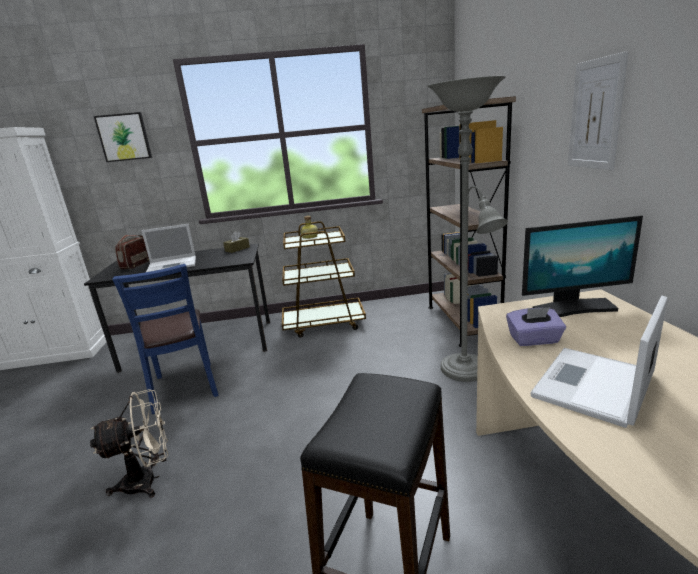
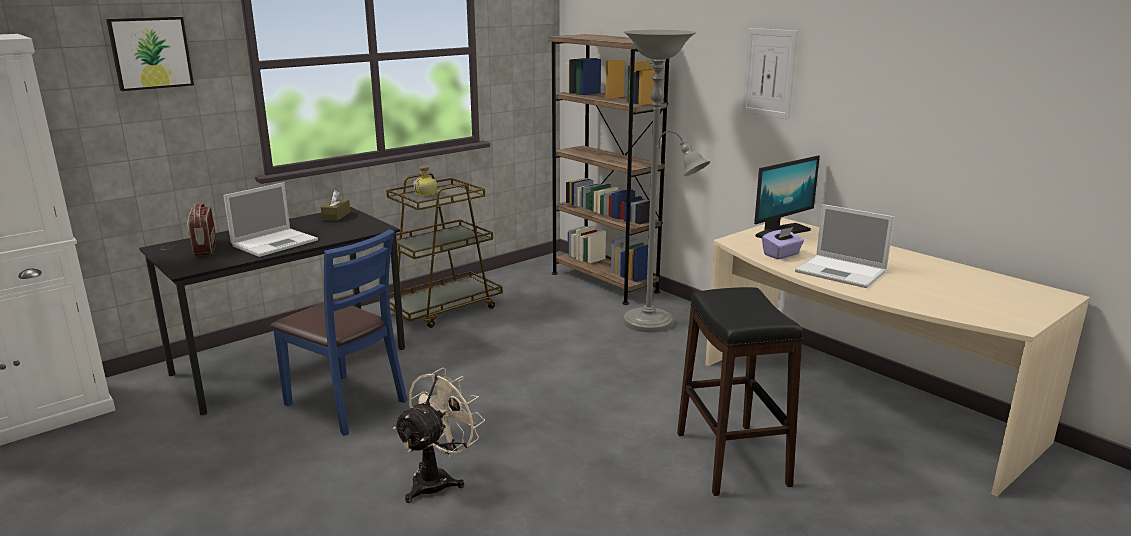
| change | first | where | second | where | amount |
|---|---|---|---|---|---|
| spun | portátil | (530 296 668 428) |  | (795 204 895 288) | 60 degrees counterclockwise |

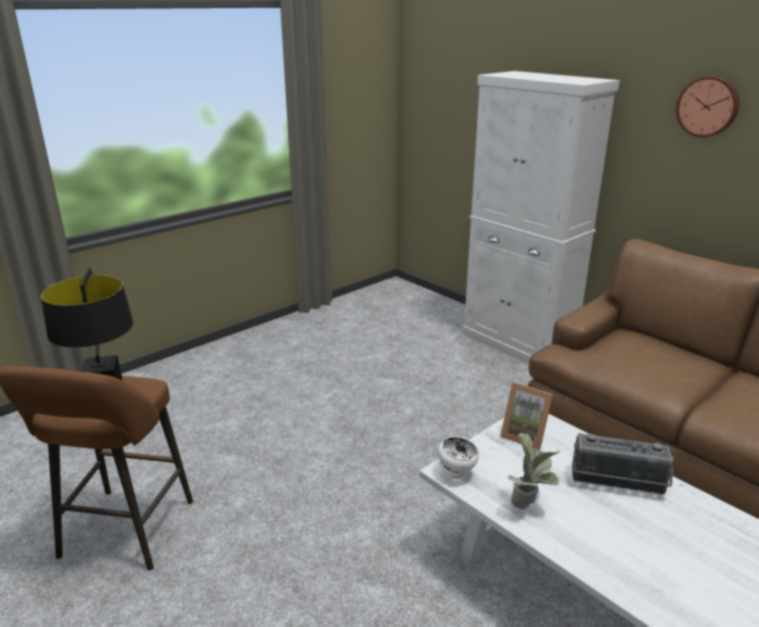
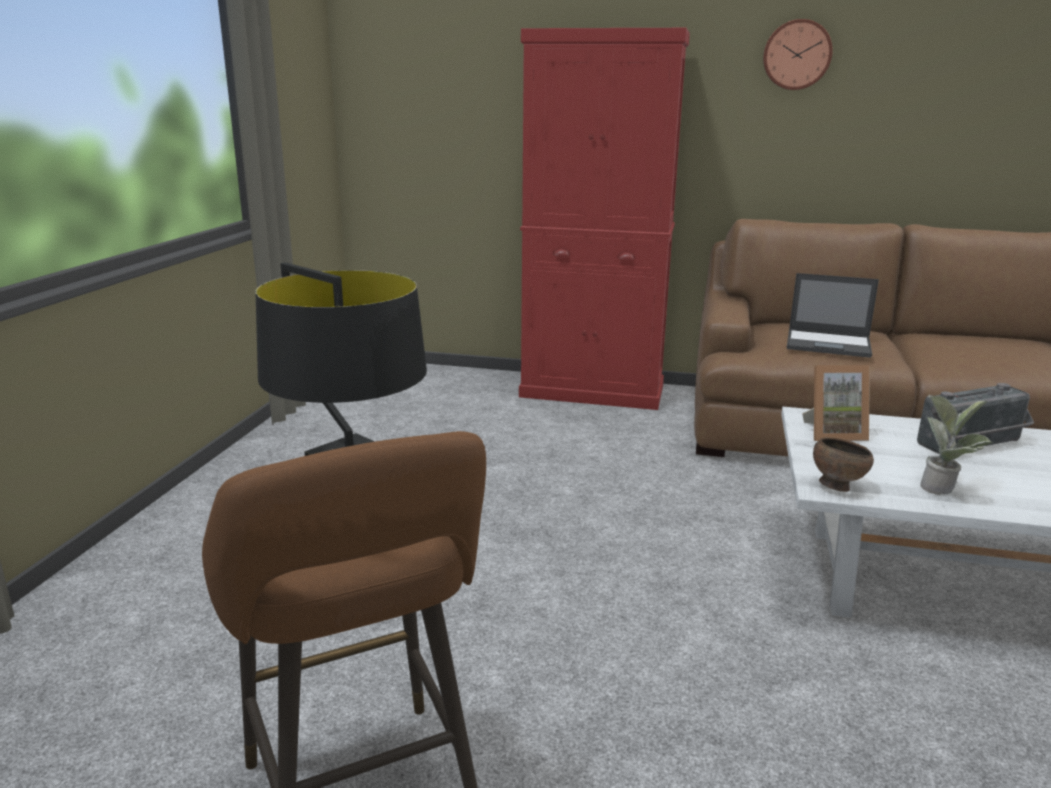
| change | first | where | second | where | amount |
|---|---|---|---|---|---|
| colour | armario/blanco | (462 71 620 364) | armario/rojo | (519 28 690 410) |  |
| colour | cuenco/blanco | (438 436 479 479) | cuenco/marrón | (813 437 874 492) |  |
| appeared |  |  | portátil | (787 273 879 358) |  |

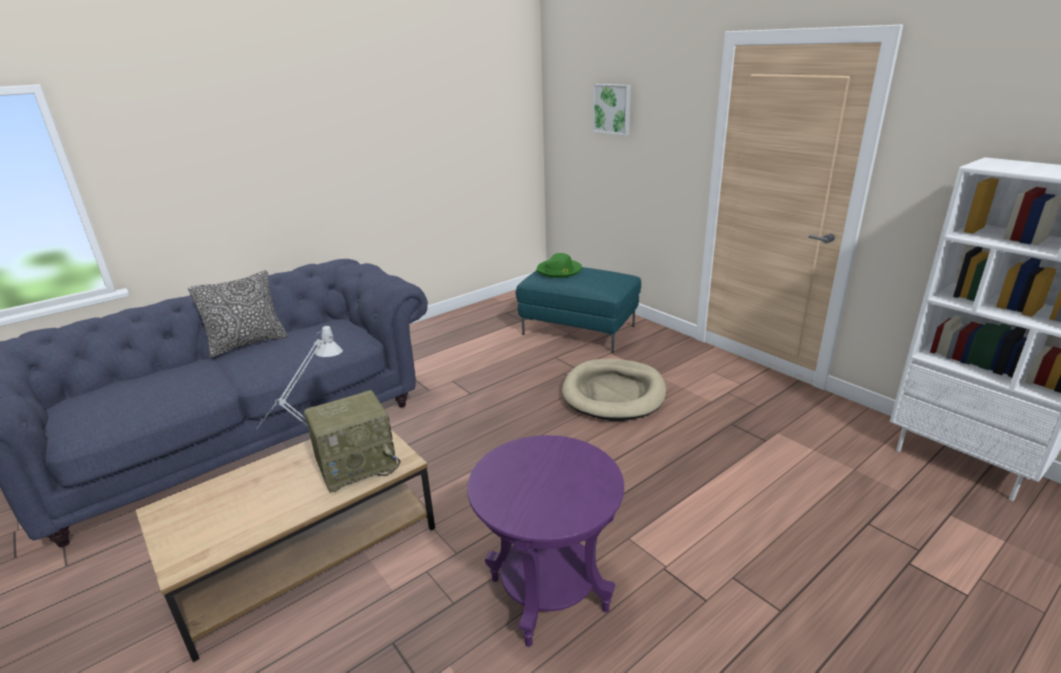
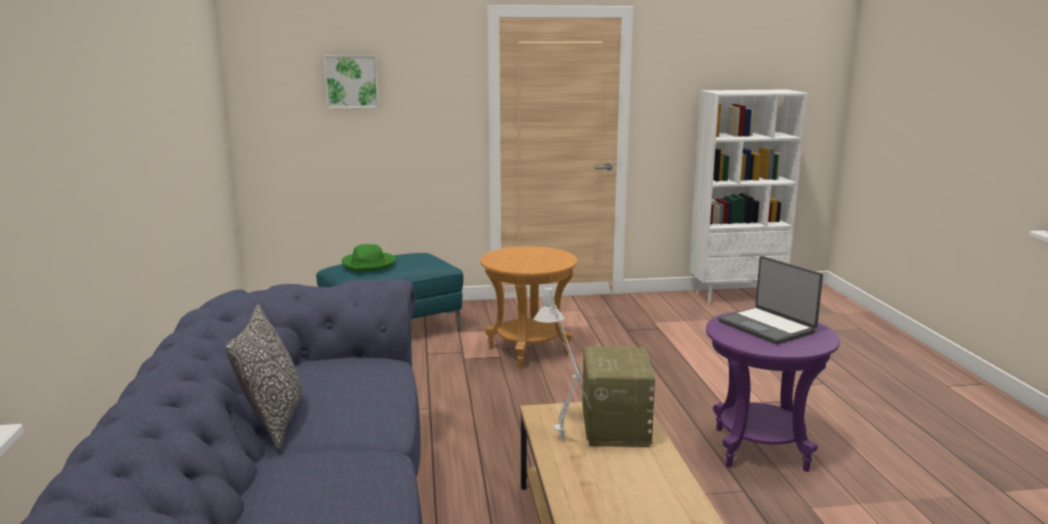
| change | first | where | second | where | amount |
|---|---|---|---|---|---|
| exchanged | cama para perro/beis | (562 359 667 421) | mesa auxiliar/marrón | (480 246 577 368) |  |
| appeared |  |  | portátil | (718 256 823 345) |  |

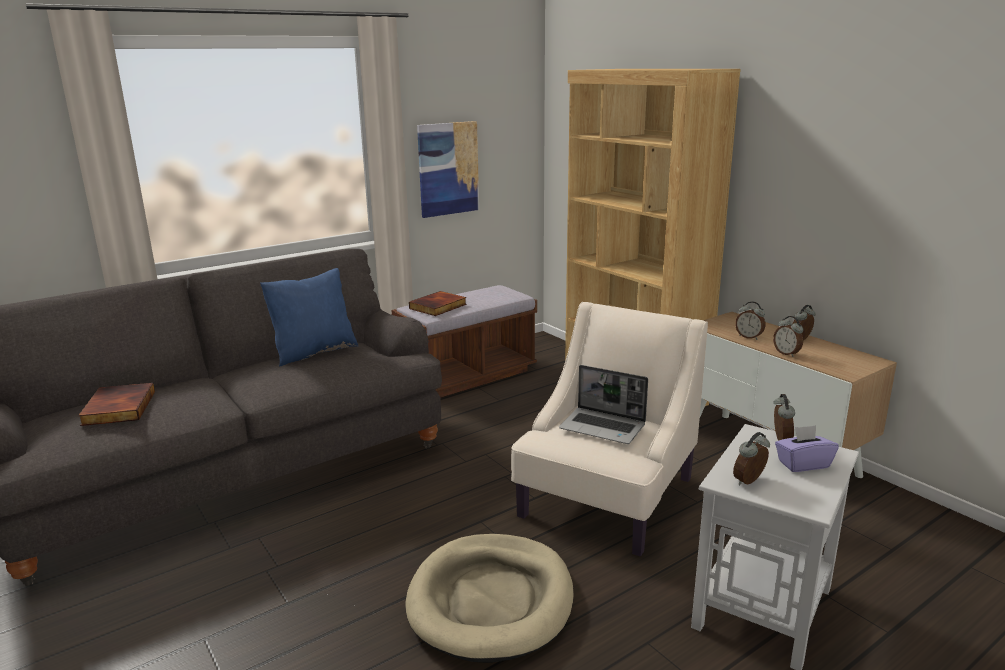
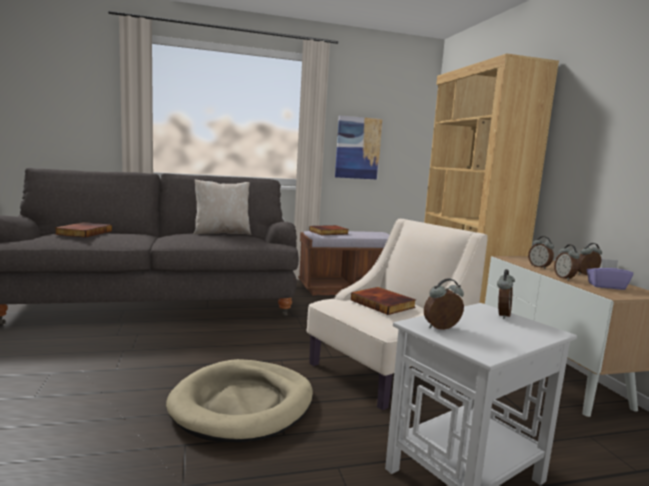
| change | first | where | second | where | amount |
|---|---|---|---|---|---|
| colour | cojín/azul | (260 268 358 366) | cojín/beis | (194 180 251 235) |  |
| exchanged | portátil | (559 365 648 444) | libro | (351 287 416 315) |  |
| relocated | caja de pañuelos/morado | (775 425 839 472) |  | (587 259 633 290) |  |

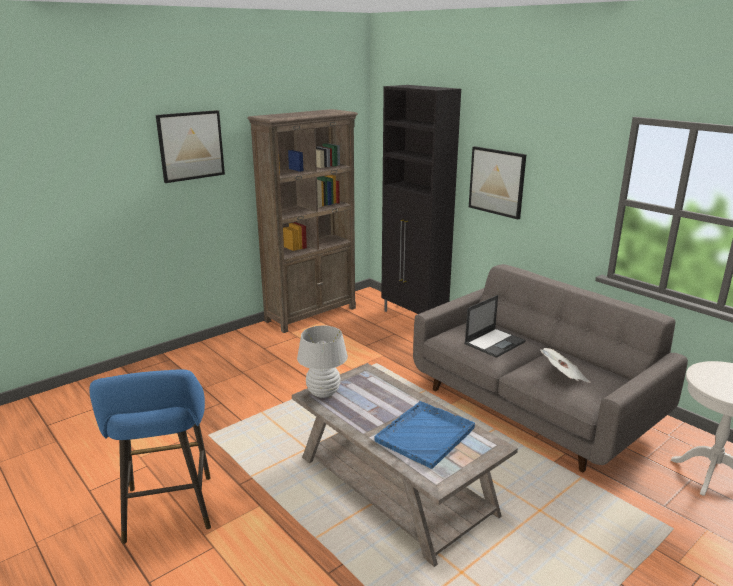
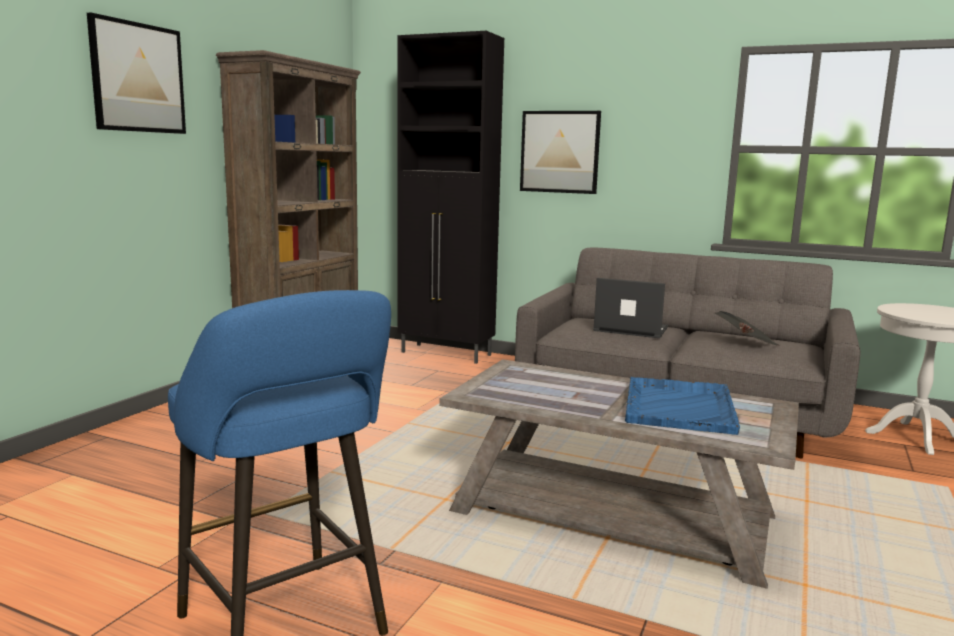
| change | first | where | second | where | amount |
|---|---|---|---|---|---|
| spun | portátil | (464 295 526 358) |  | (593 278 668 338) | 90 degrees counterclockwise |
| missing | lámpara de mesa/blanco | (297 325 348 398) |  |  |  |

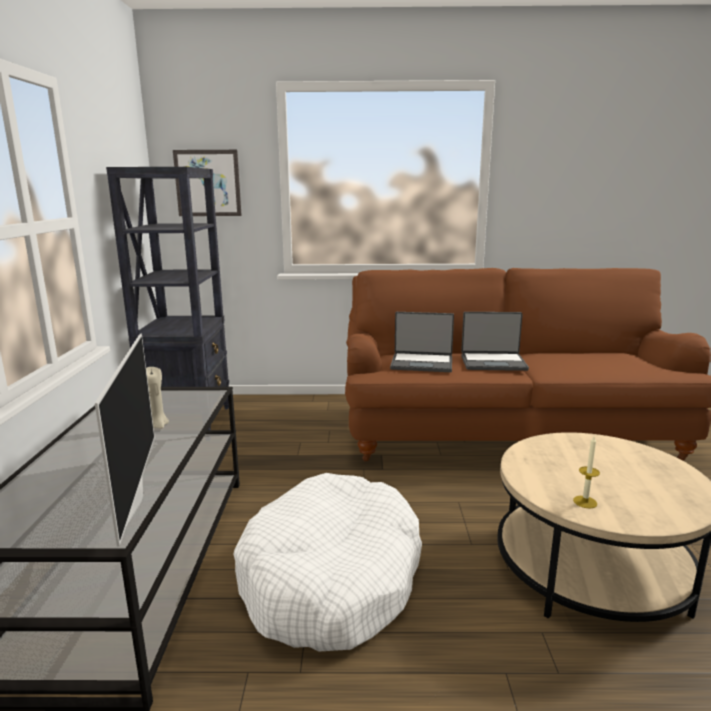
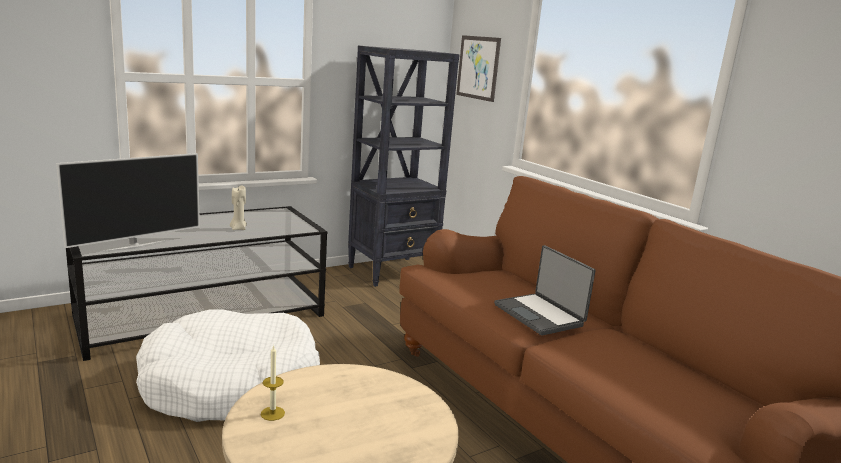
| change | first | where | second | where | amount |
|---|---|---|---|---|---|
| missing | portátil | (390 312 454 372) |  |  |  |

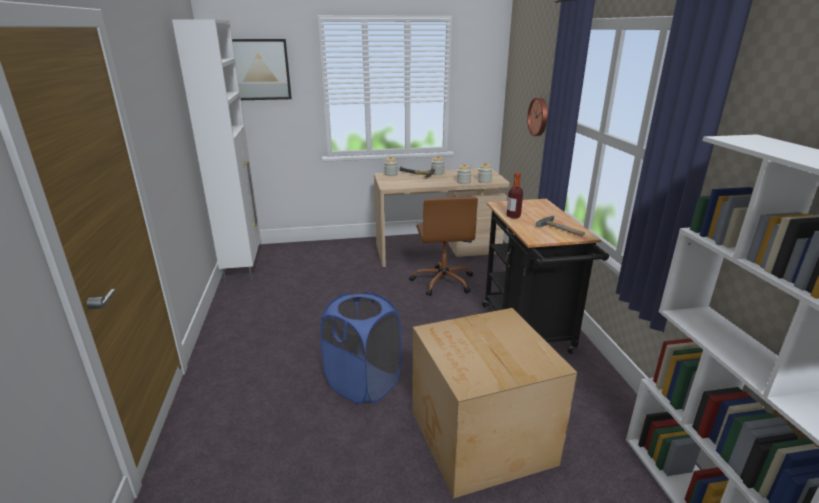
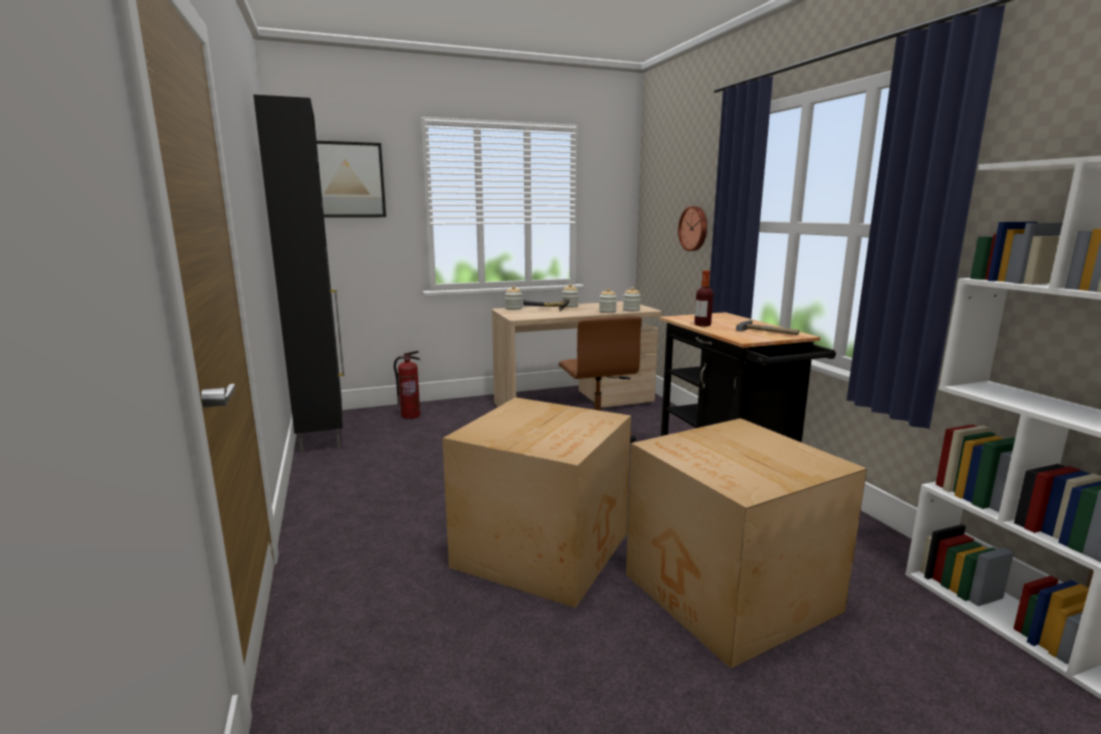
| change | first | where | second | where | amount |
|---|---|---|---|---|---|
| colour | armario/blanco | (172 20 261 282) | armario/negro | (253 94 344 454) |  |
| exchanged | cesto de la ropa/azul | (320 292 402 404) | caja de cartón | (442 397 631 608) |  |
| appeared |  |  | extintor | (394 351 420 419) |  |

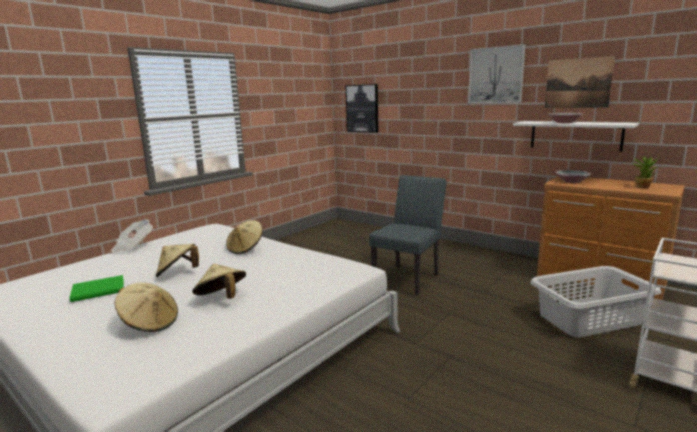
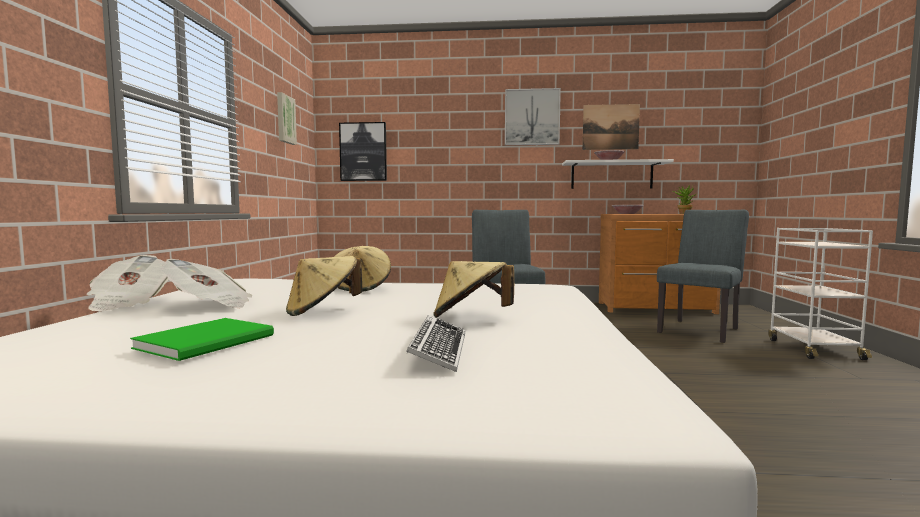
| change | first | where | second | where | amount |
|---|---|---|---|---|---|
| exchanged | cesto de la ropa/gris | (530 266 661 337) | silla/gris | (657 210 749 343) |  |
| exchanged | sombrero/beis | (115 282 178 332) | teclado | (406 315 465 372) |  |
| appeared |  |  | cuadro | (277 92 297 145) |  |
| appeared |  |  | periódico | (161 259 253 308) |  |

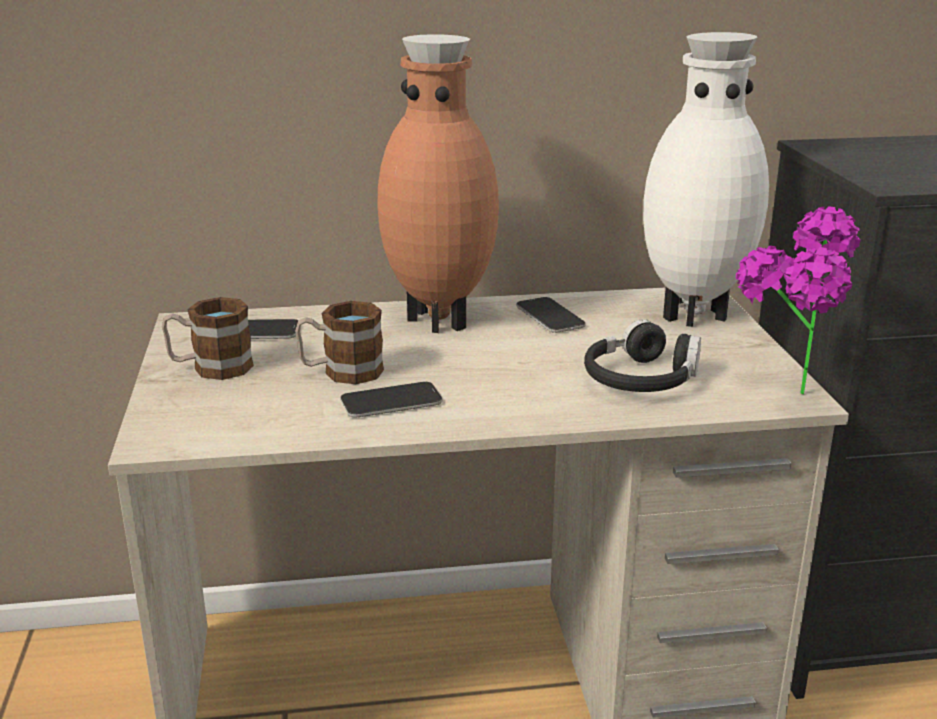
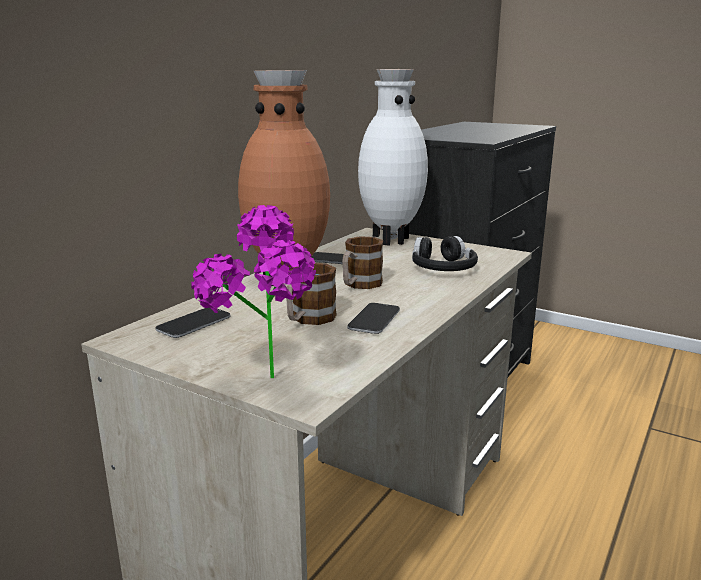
| change | first | where | second | where | amount |
|---|---|---|---|---|---|
| relocated | planta en maceta | (736 206 860 395) |  | (191 205 316 378) |  |
| relocated | taza grande | (162 297 254 380) |  | (342 236 383 289) |  |

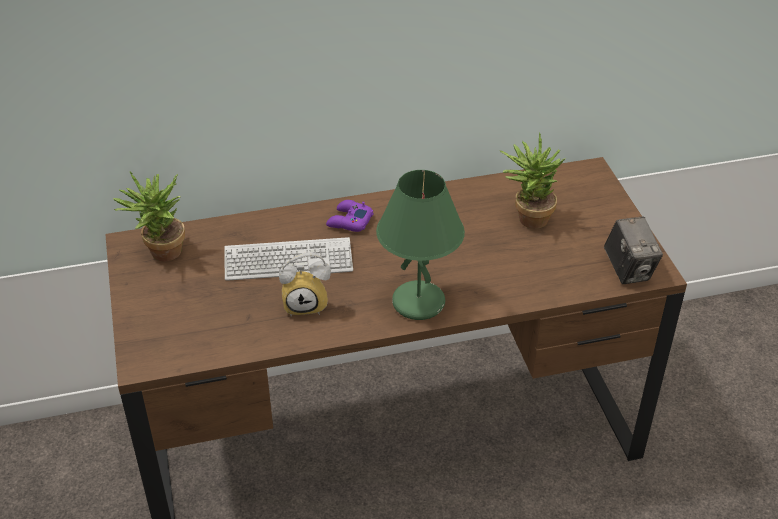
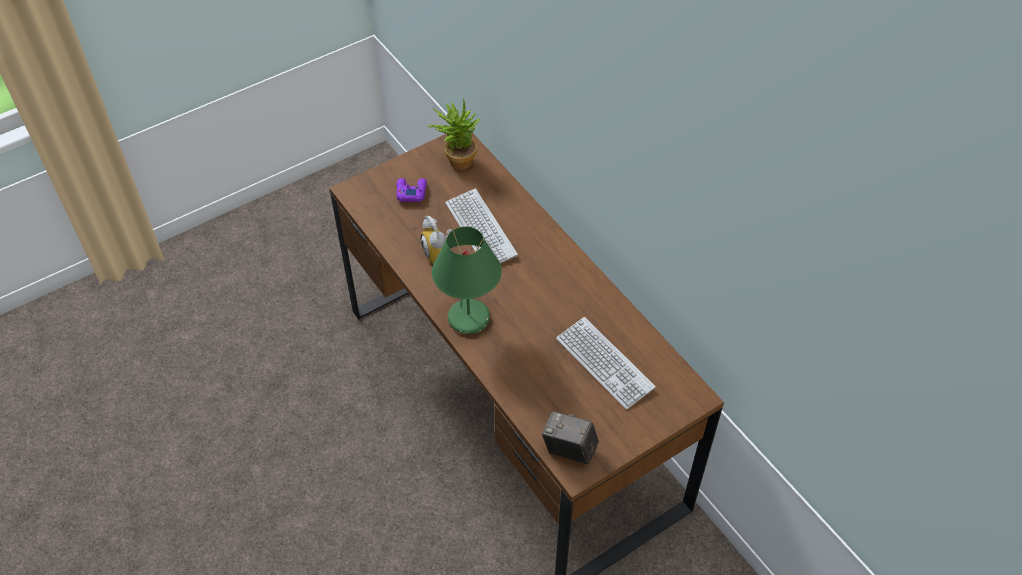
| change | first | where | second | where | amount |
|---|---|---|---|---|---|
| exchanged | planta en maceta | (500 133 566 229) | teclado | (556 317 656 410) |  |
| relocated | mando de consola/morado | (326 200 374 232) |  | (396 178 427 202) |  |
| spun | cámara | (604 217 663 284) |  | (542 411 599 465) | 60 degrees clockwise |

